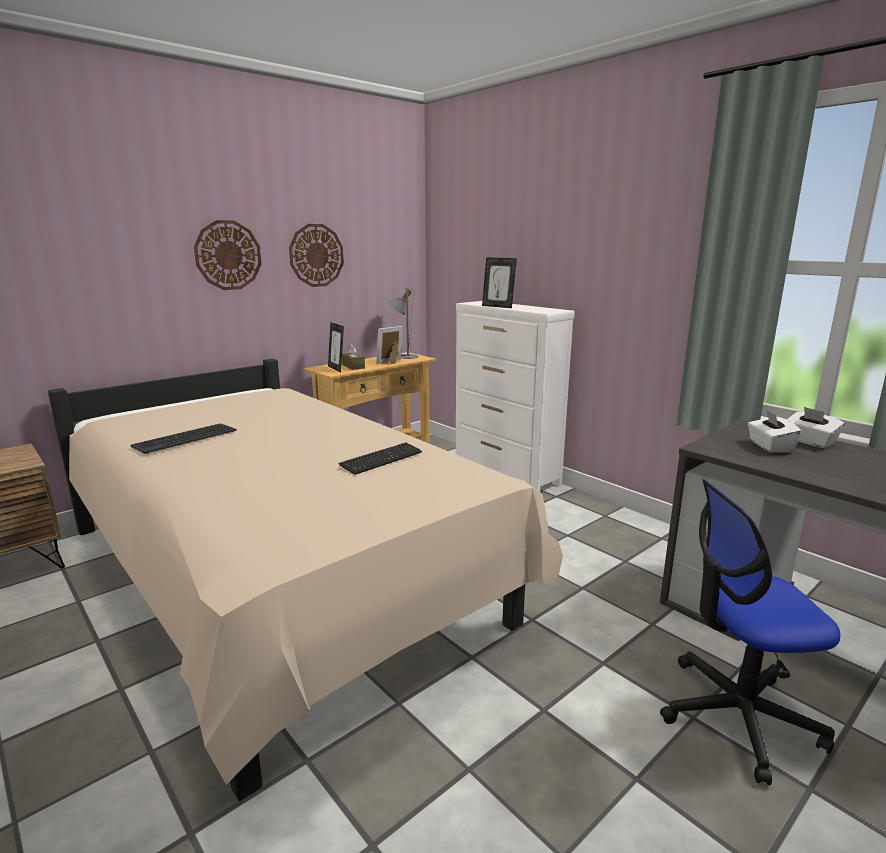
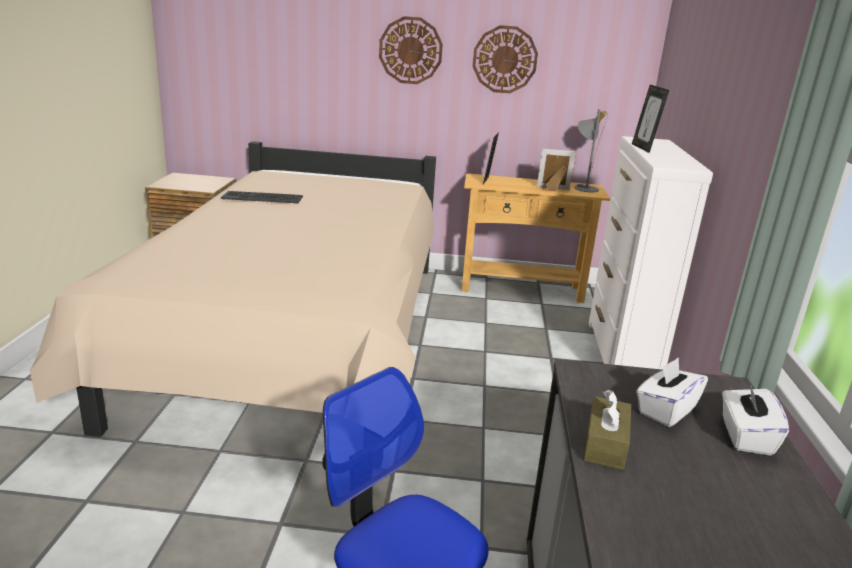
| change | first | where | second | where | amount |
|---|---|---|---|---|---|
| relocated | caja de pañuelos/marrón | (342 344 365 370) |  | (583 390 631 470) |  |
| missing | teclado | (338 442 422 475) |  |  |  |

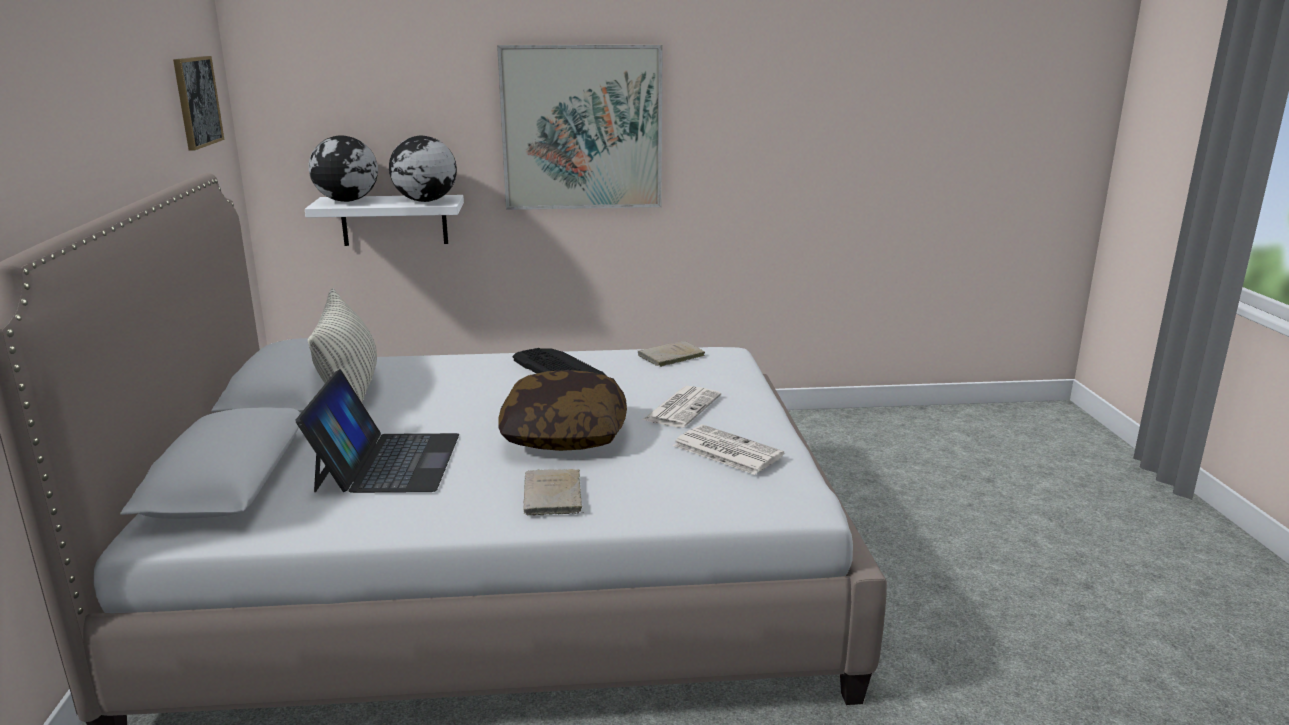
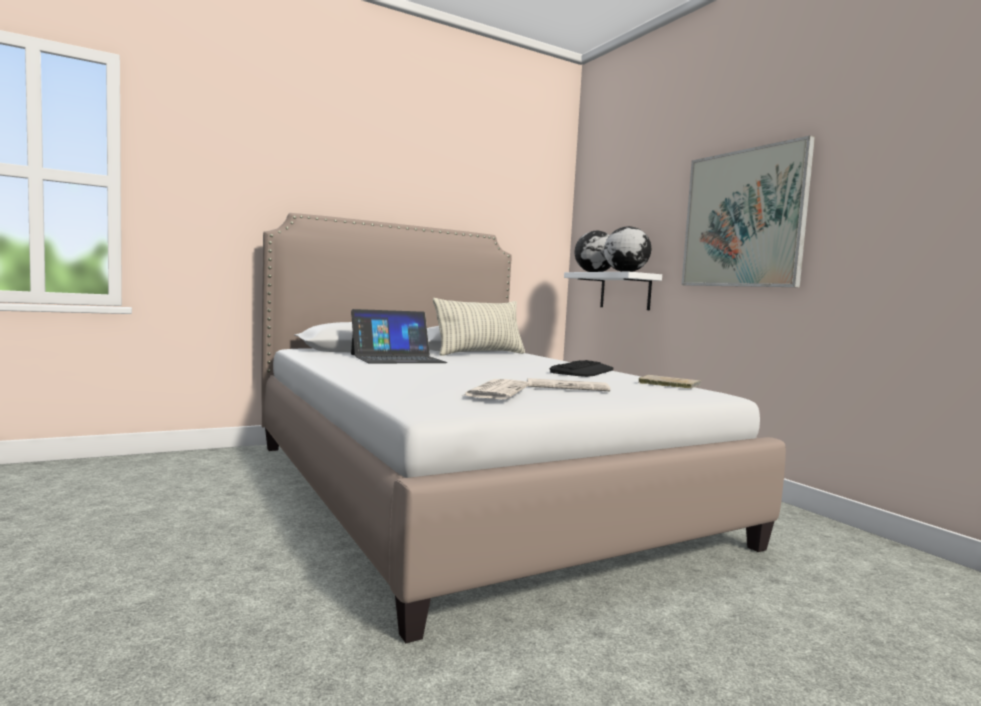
| change | first | where | second | where | amount |
|---|---|---|---|---|---|
| missing | cuadro | (173 56 225 150) |  |  |  |
| missing | cojín | (498 370 627 451) |  |  |  |
| missing | libro/beis | (524 469 583 516) |  |  |  |

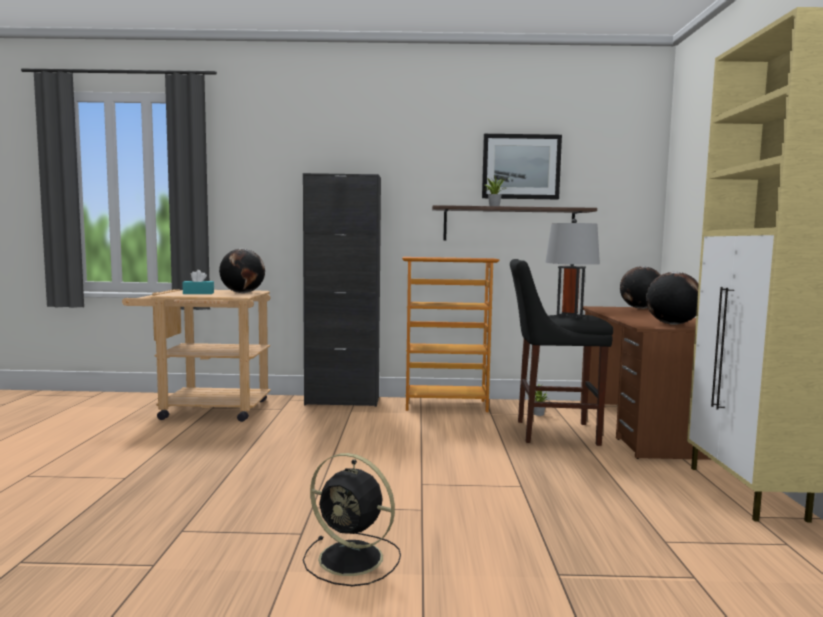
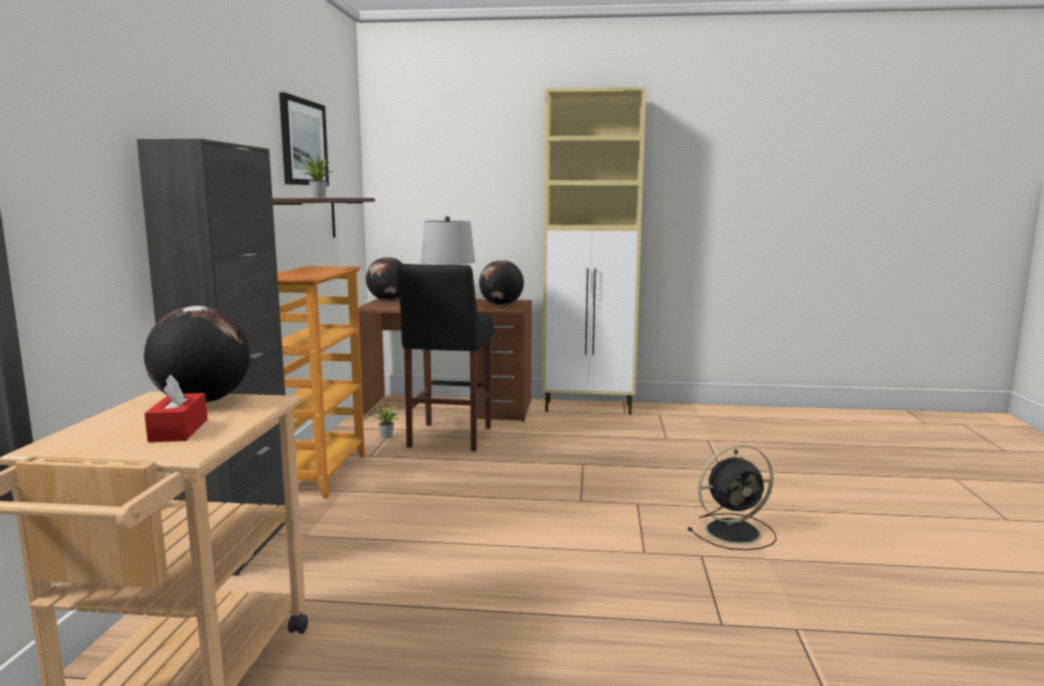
| change | first | where | second | where | amount |
|---|---|---|---|---|---|
| colour | caja de pañuelos/turquesa | (182 270 214 294) | caja de pañuelos/rojo | (144 375 207 442) |  |
| spun | ventilador/negro | (303 453 401 586) |  | (688 444 777 550) | 45 degrees clockwise |

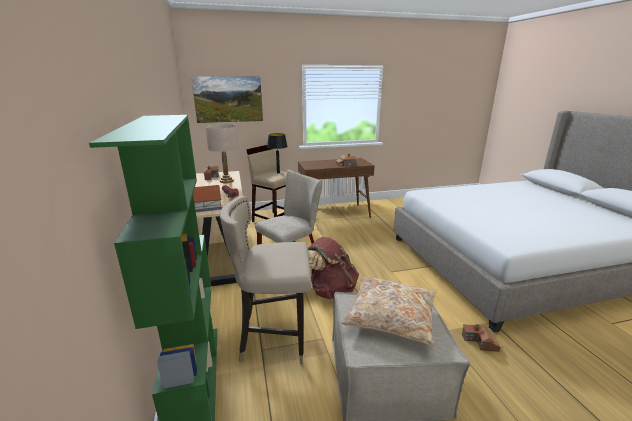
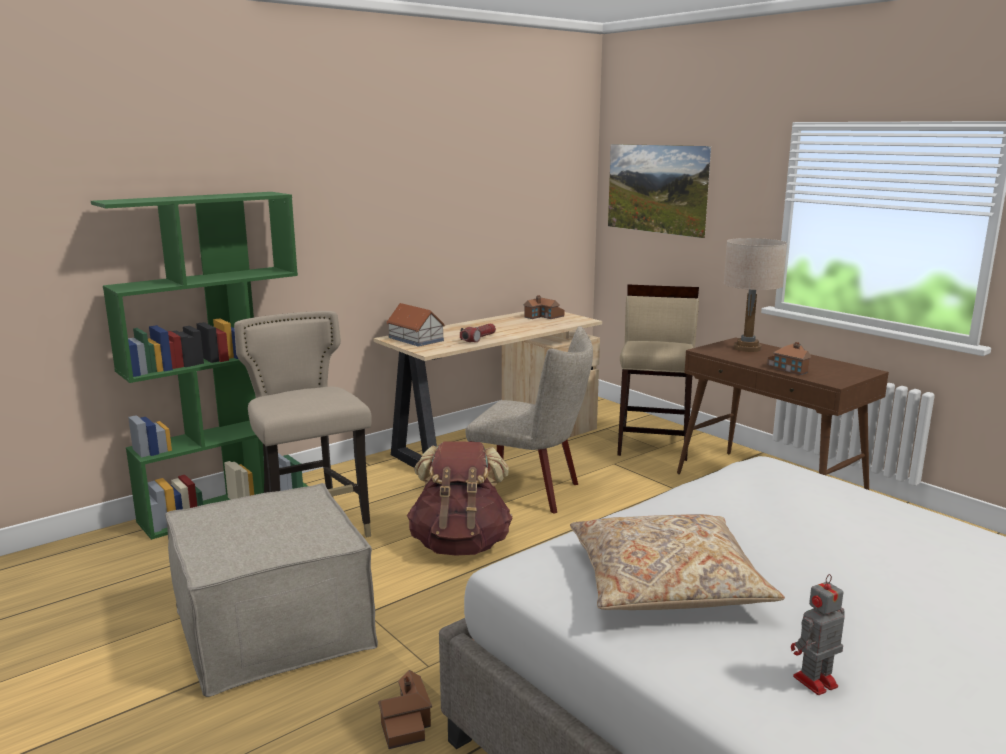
| change | first | where | second | where | amount |
|---|---|---|---|---|---|
| relocated | lámpara de mesa/beis | (205 124 238 183) |  | (724 238 787 352) |  |
| missing | lámpara de mesa/negro | (267 133 288 173) |  |  |  |
| relocated | cojín/beis | (342 277 436 346) |  | (570 514 785 610) |  |
| appeared |  |  | robot de juguete | (791 574 845 695) |  |

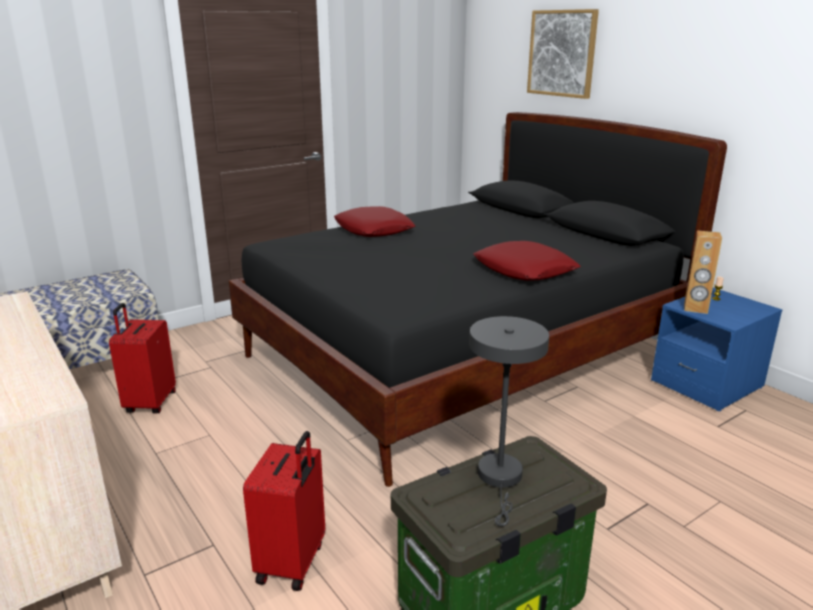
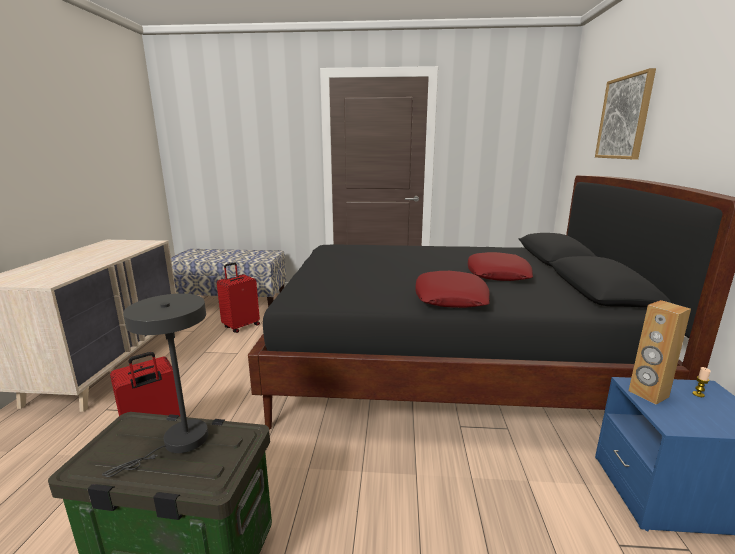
| change | first | where | second | where | amount |
|---|---|---|---|---|---|
| relocated | cojín/rojo | (334 206 416 237) |  | (468 252 533 281) |  |

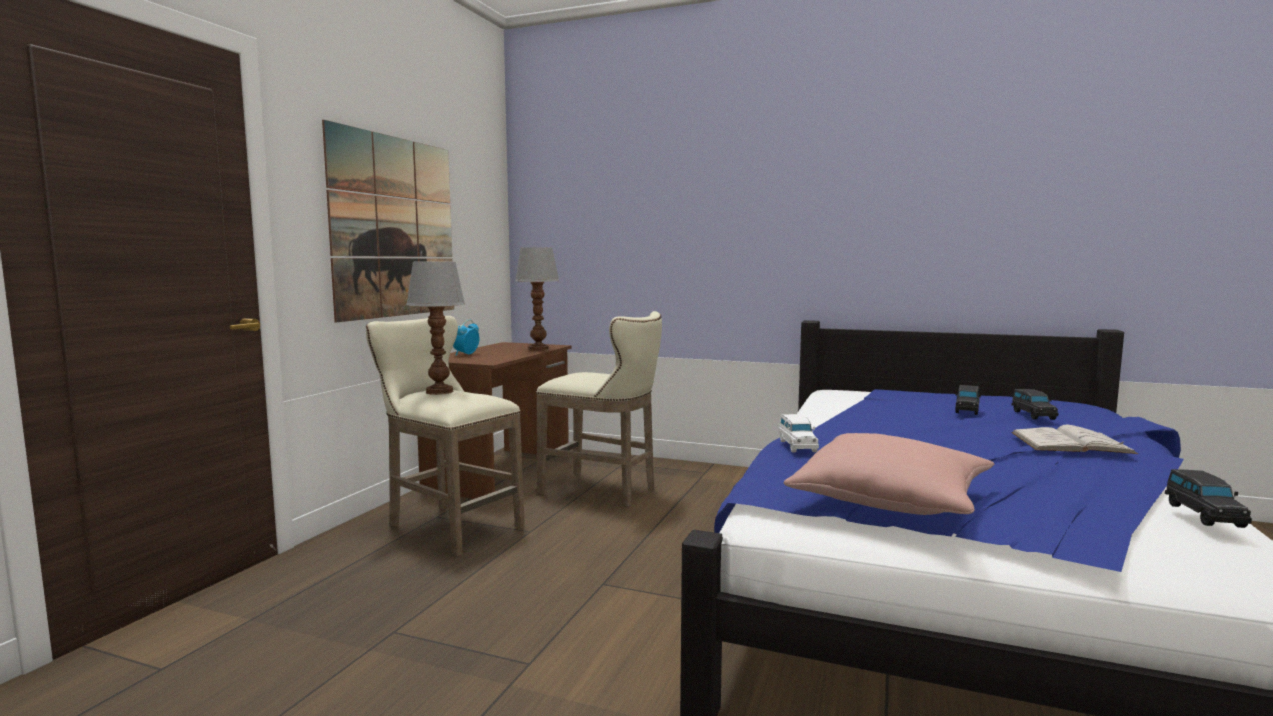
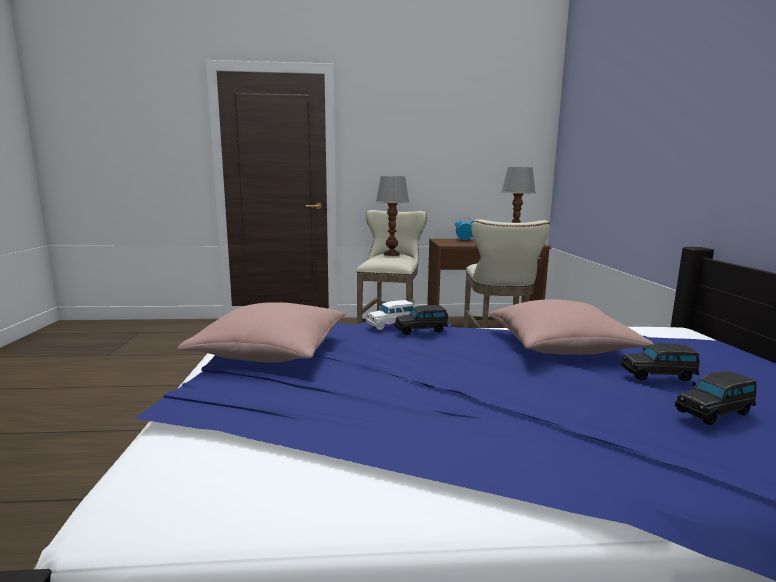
| change | first | where | second | where | amount |
|---|---|---|---|---|---|
| missing | cuadro | (322 120 454 322) |  |  |  |
| missing | libro/blanco | (1011 425 1138 454) |  |  |  |
| relocated | coche de juguete/negro | (1165 469 1252 528) |  | (395 305 448 335) |  |
| appeared |  |  | cojín/rosa | (489 299 653 355) |  |

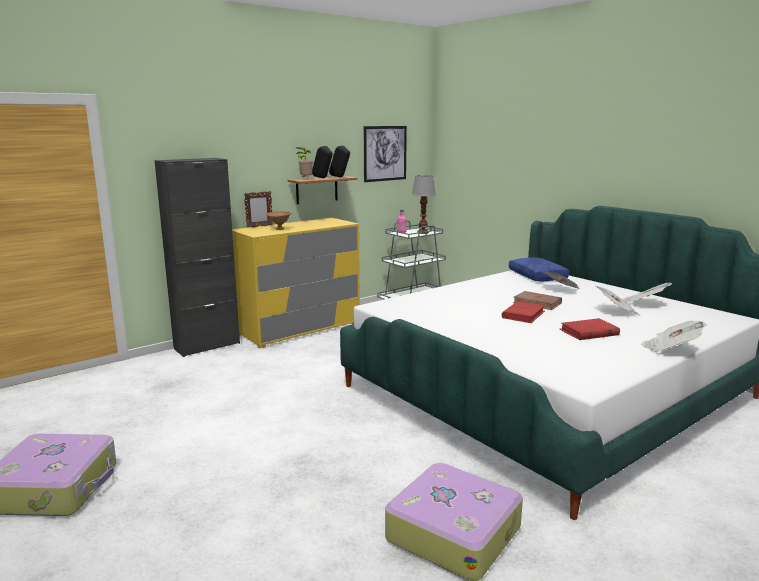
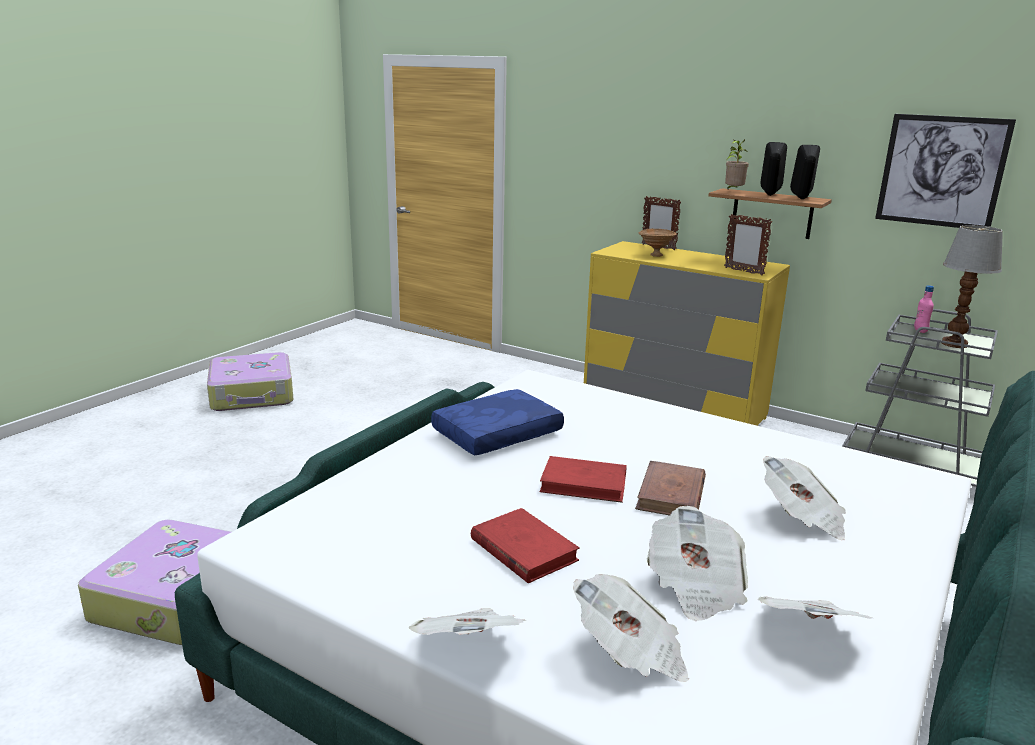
| change | first | where | second | where | amount |
|---|---|---|---|---|---|
| missing | armario/negro | (155 158 240 357) |  |  |  |
| relocated | cojín/azul | (509 257 569 282) |  | (431 389 564 455) |  |
| appeared |  |  | portarretratos | (724 214 772 275) |  |
| appeared |  |  | periódico | (573 574 689 682) |  |

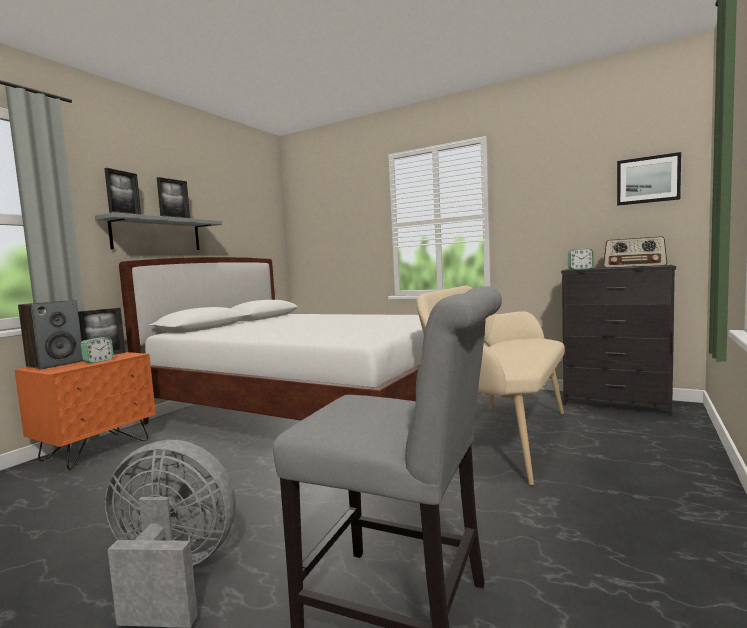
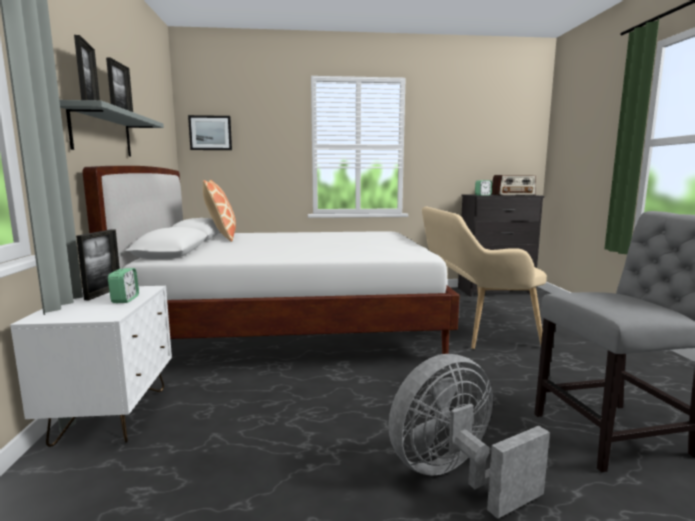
| change | first | where | second | where | amount |
|---|---|---|---|---|---|
| relocated | cuadro | (617 152 681 206) |  | (188 115 232 150) |  |
| missing | altavoz | (18 300 83 369) |  |  |  |
| colour | mesita de noche/naranja | (15 352 156 470) | mesita de noche/blanco | (10 286 172 447) |  |
| appeared |  |  | cojín | (203 180 236 242) |  |

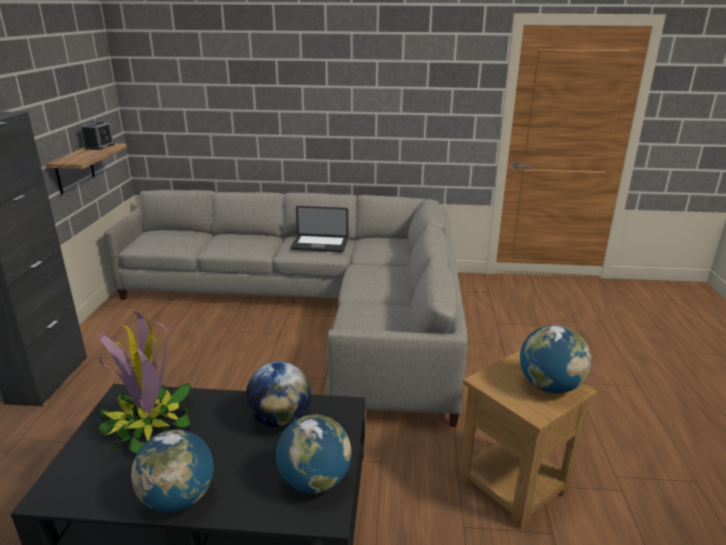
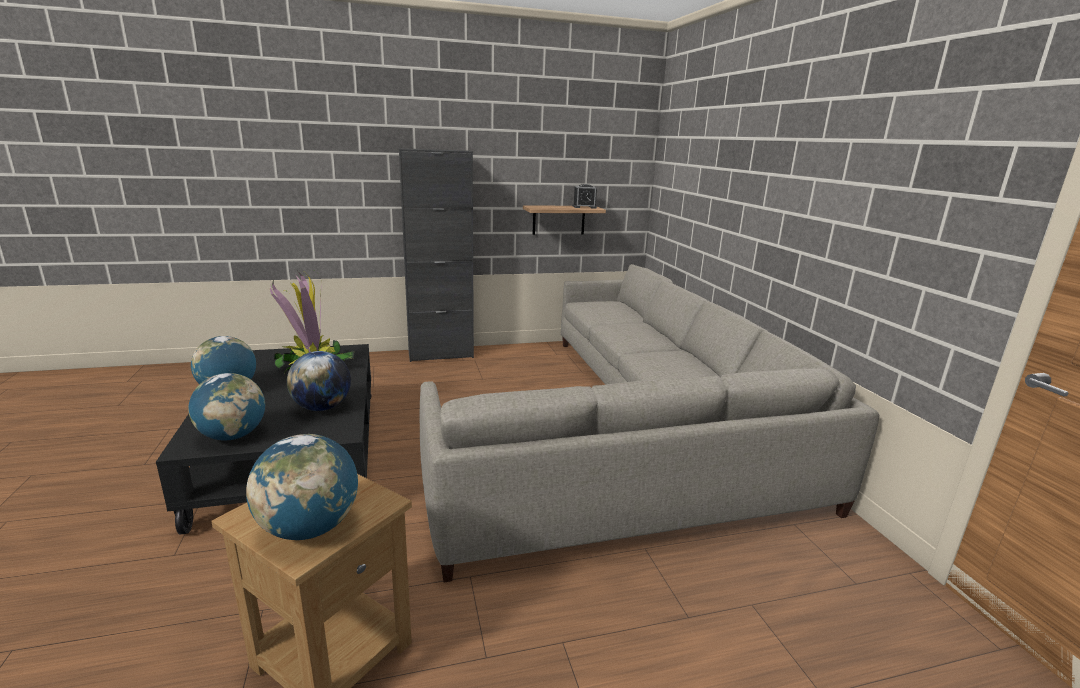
| change | first | where | second | where | amount |
|---|---|---|---|---|---|
| missing | portátil | (291 206 348 252) |  |  |  |

